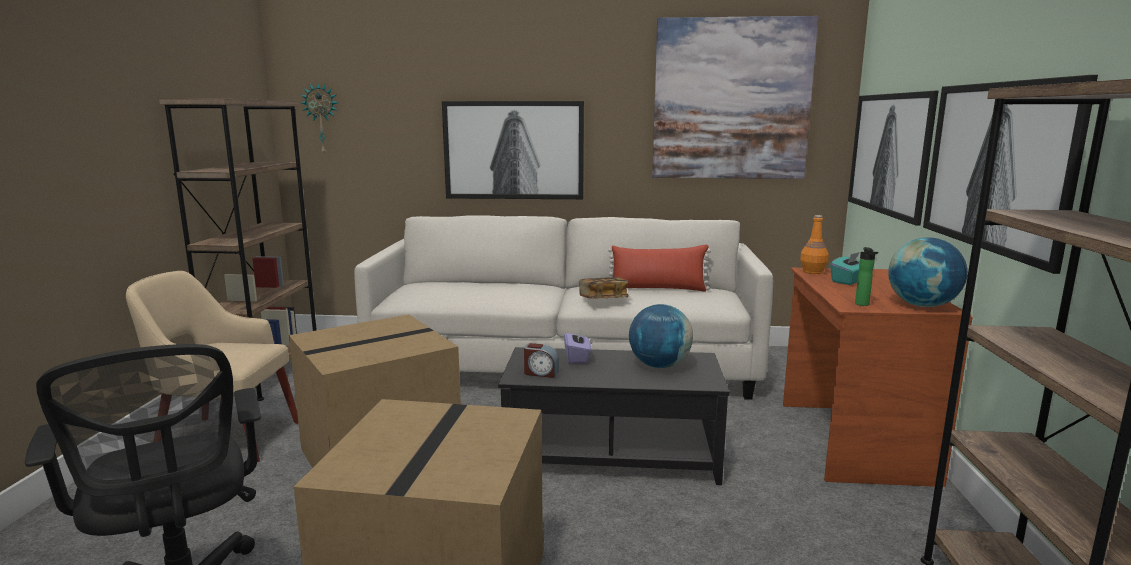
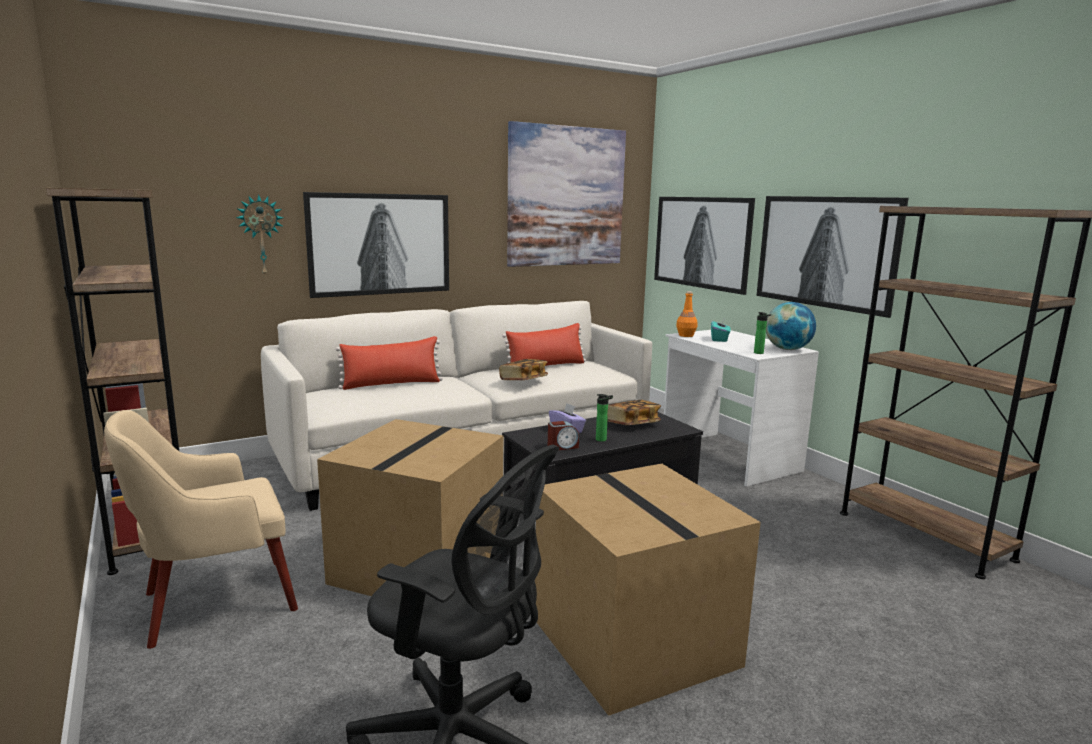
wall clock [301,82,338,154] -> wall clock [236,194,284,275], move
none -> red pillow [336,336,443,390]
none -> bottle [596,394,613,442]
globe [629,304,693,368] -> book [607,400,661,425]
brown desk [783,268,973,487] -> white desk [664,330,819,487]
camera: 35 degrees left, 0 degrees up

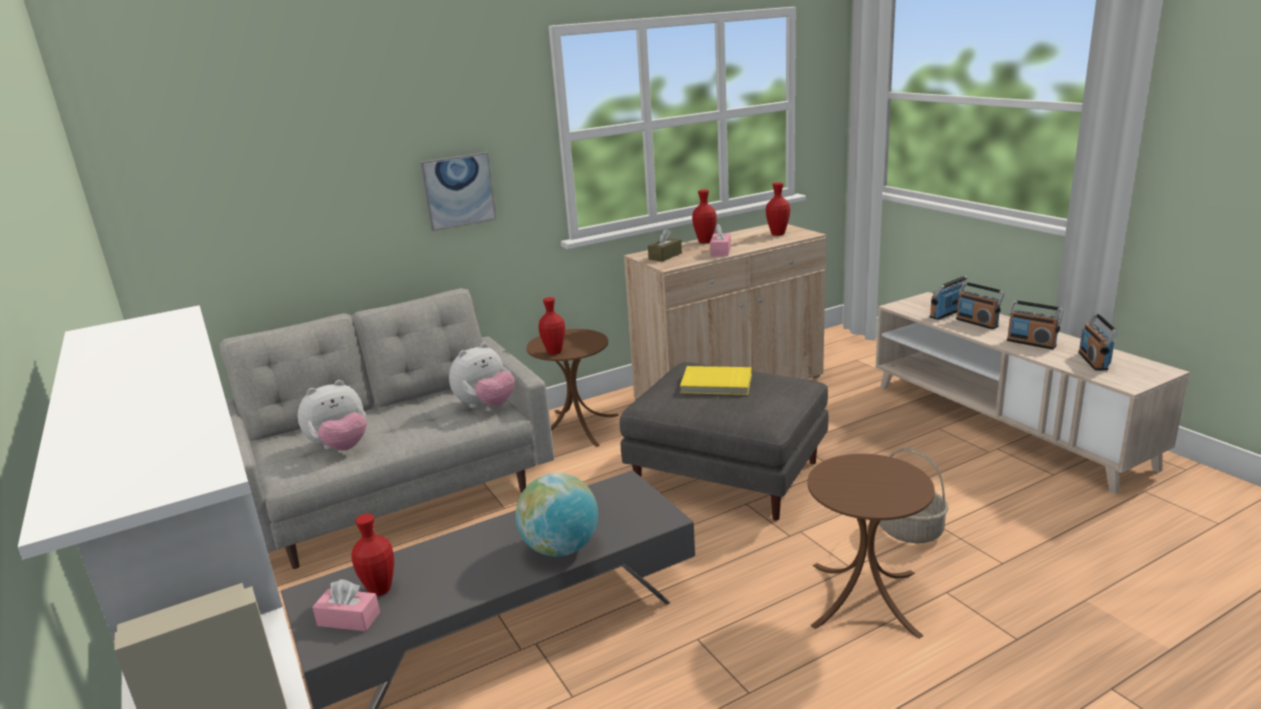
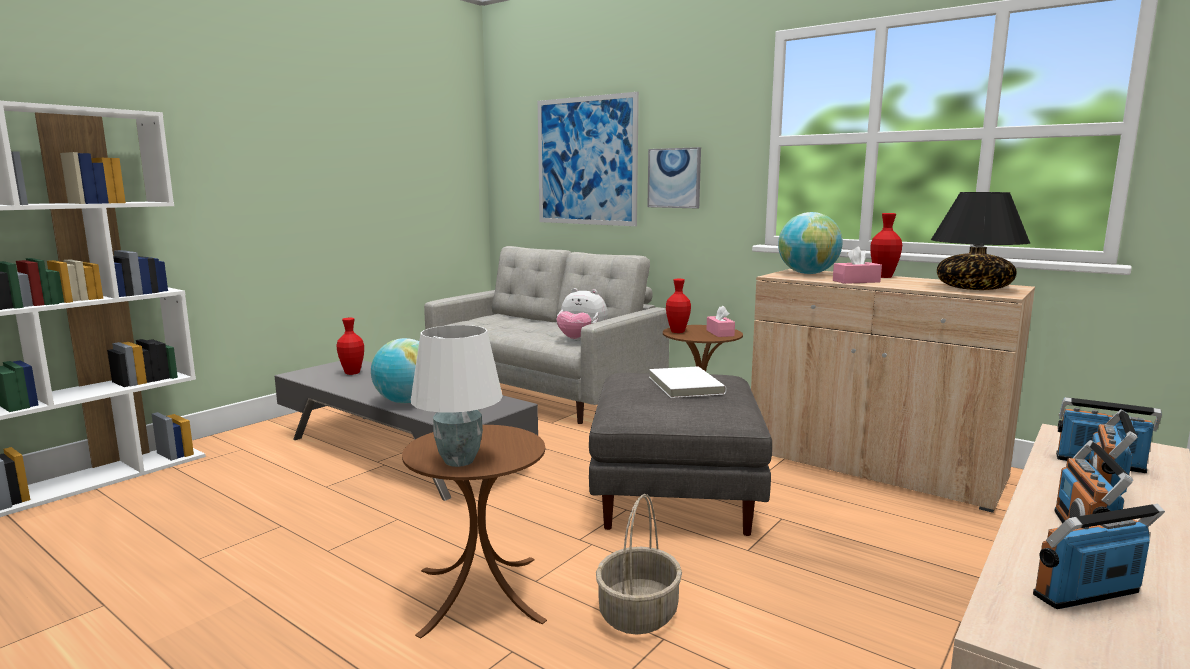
none -> white table lamp [411,325,503,467]
none -> picture [538,92,639,226]
yellow book [680,366,752,395] -> white book [649,366,727,398]
pink tissue box [312,579,380,631] -> pink tissue box [706,305,735,337], move
brown tissue box [648,229,682,262] -> globe [778,212,843,274]
red vase [766,182,790,236] -> black table lamp [931,192,1030,290]
plush toy [298,380,367,451] -> none
camera: 65 degrees right, 10 degrees down

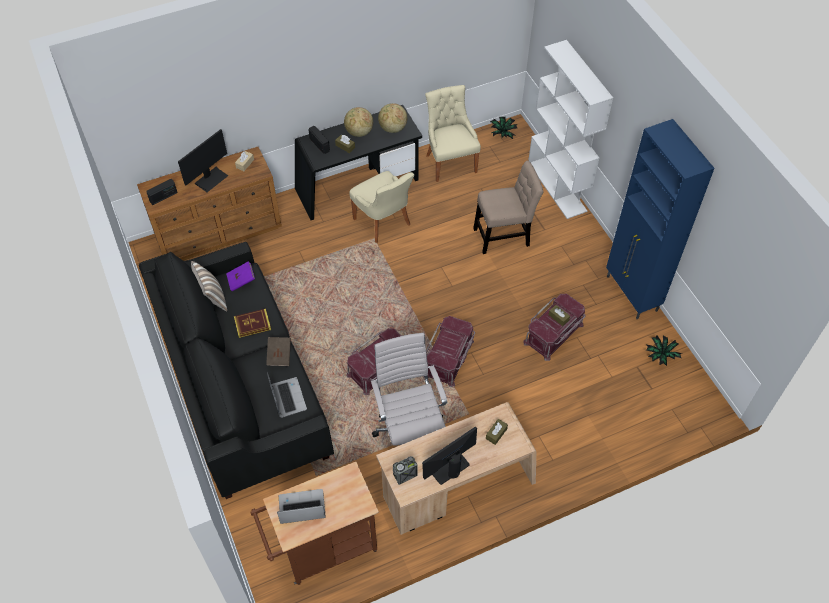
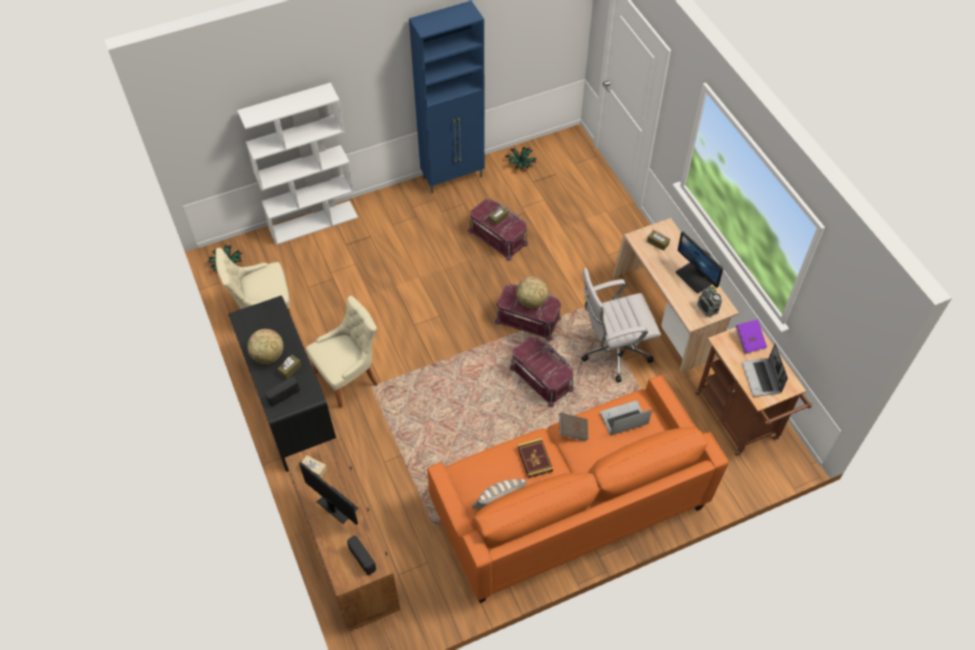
black sofa [139,242,334,499] -> orange sofa [427,375,728,603]
globe [378,103,407,133] -> globe [516,277,548,309], move
purple book [226,261,255,291] -> purple book [736,319,767,354], move
beige chair [473,161,543,254] -> none
camera: 90 degrees left, 0 degrees up

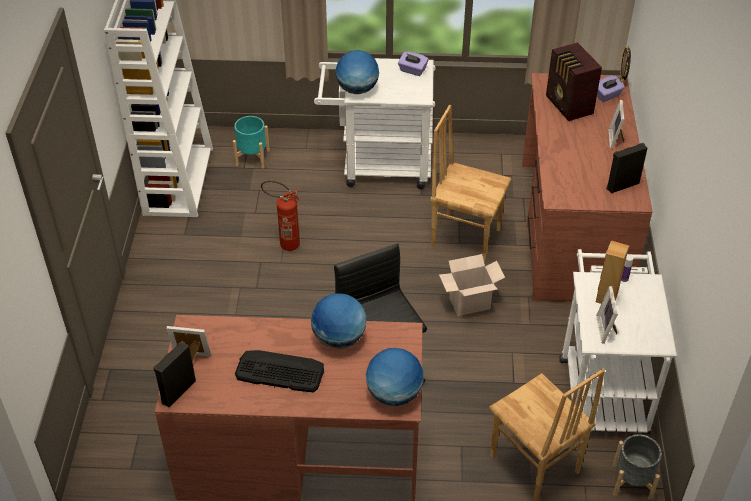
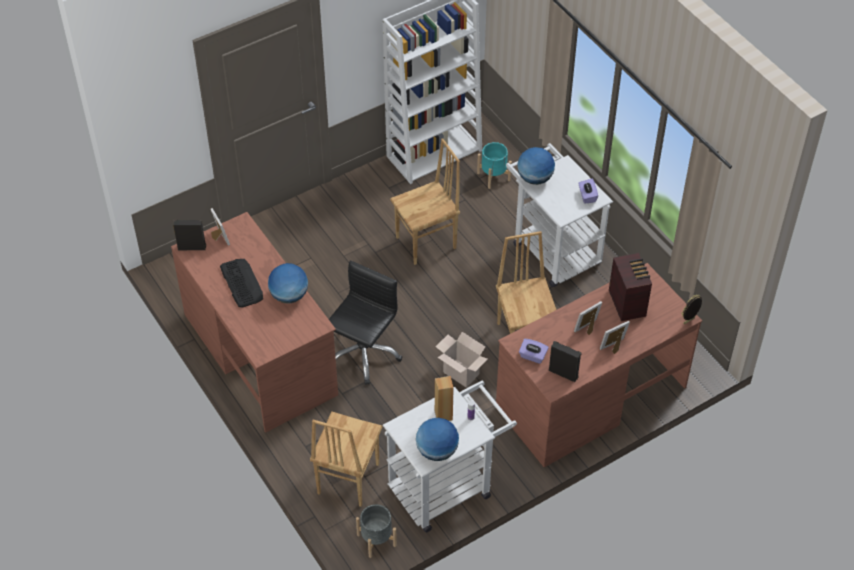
fire extinguisher [261,180,300,251] -> brown chair [390,138,460,265]
globe [366,348,424,406] -> globe [416,418,459,461], move
purple tissue box [597,75,625,102] -> purple tissue box [519,339,548,364], move
picture frame [596,286,618,344] -> picture frame [574,301,602,335], move
radio [546,42,602,121] -> radio [609,253,652,321], 135 degrees clockwise
camera: 55 degrees right, 5 degrees up

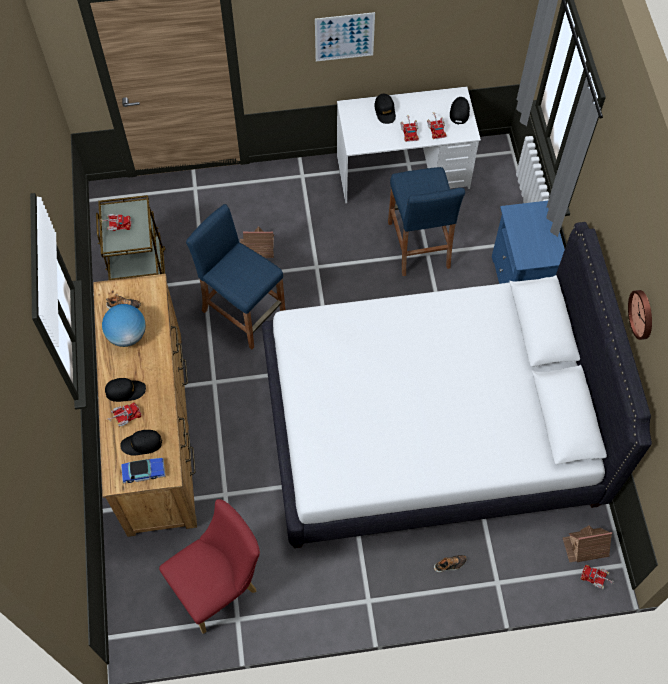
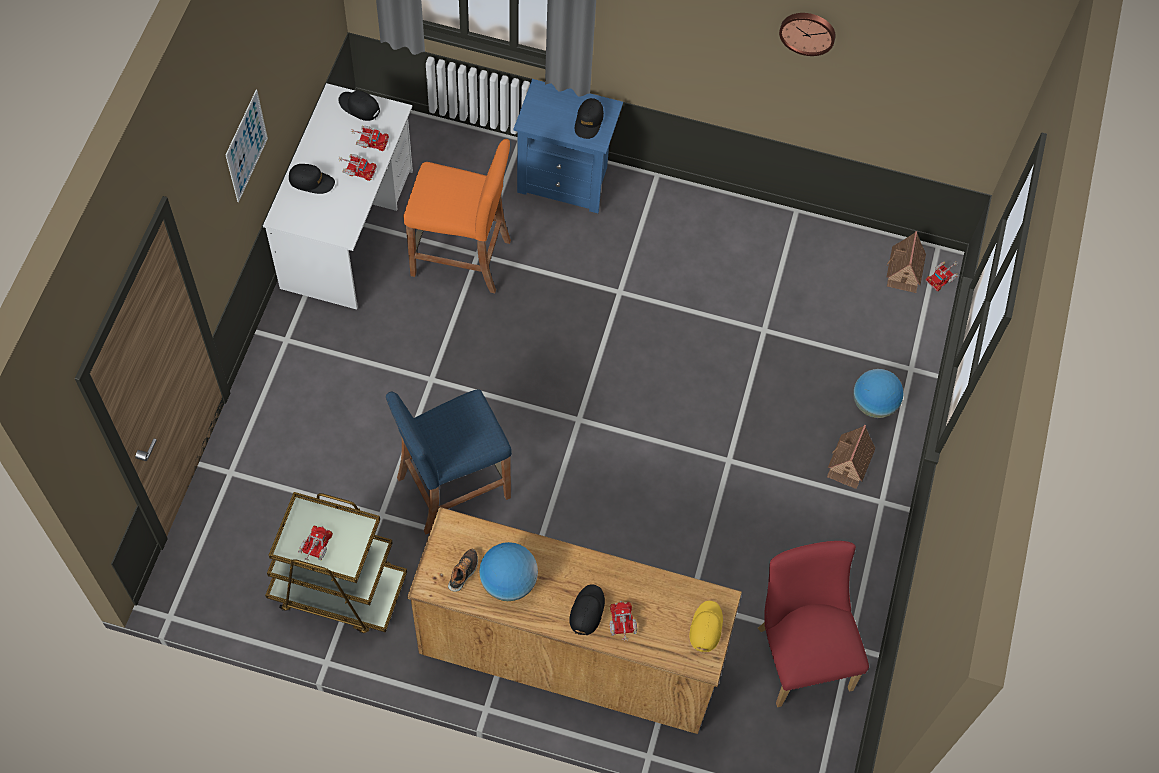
blue stool [388,167,465,276] -> orange stool [403,139,511,293]
black cap [120,430,162,455] -> black cap [575,98,604,139], move
toy car [121,458,166,484] -> yellow cap [689,601,723,652]
toy house [240,226,274,258] -> toy house [827,425,876,489], move
shoe [434,555,467,573] -> globe [853,369,903,418]
white bed [262,222,652,548] -> none
camera: 70 degrees left, 0 degrees up

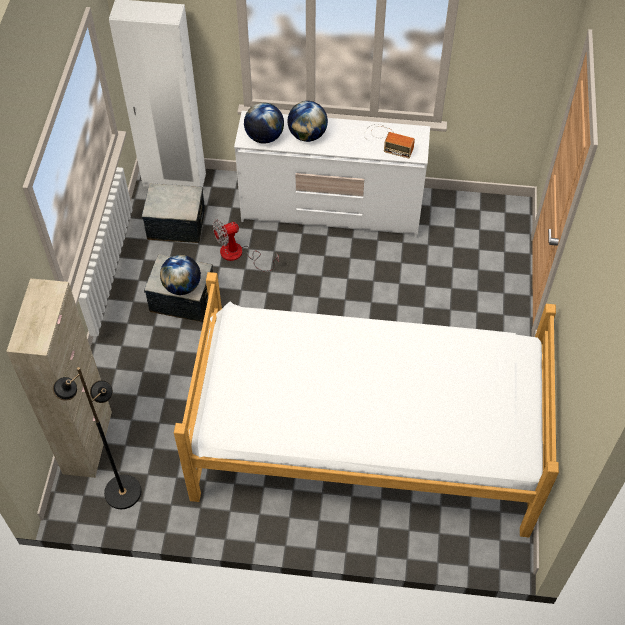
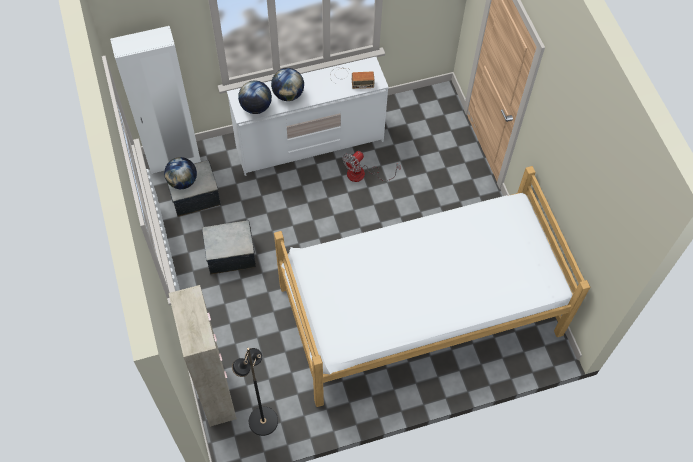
globe [160,255,201,295] -> globe [164,157,197,189], move
fan [212,220,279,271] -> fan [342,151,401,182], move
camera: 25 degrees left, 5 degrees up

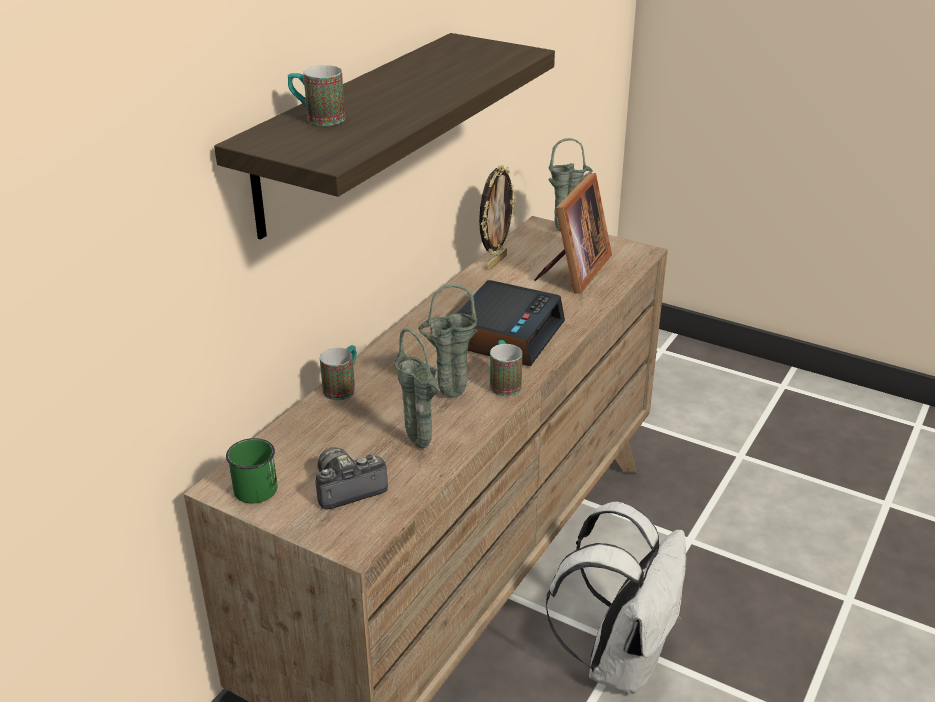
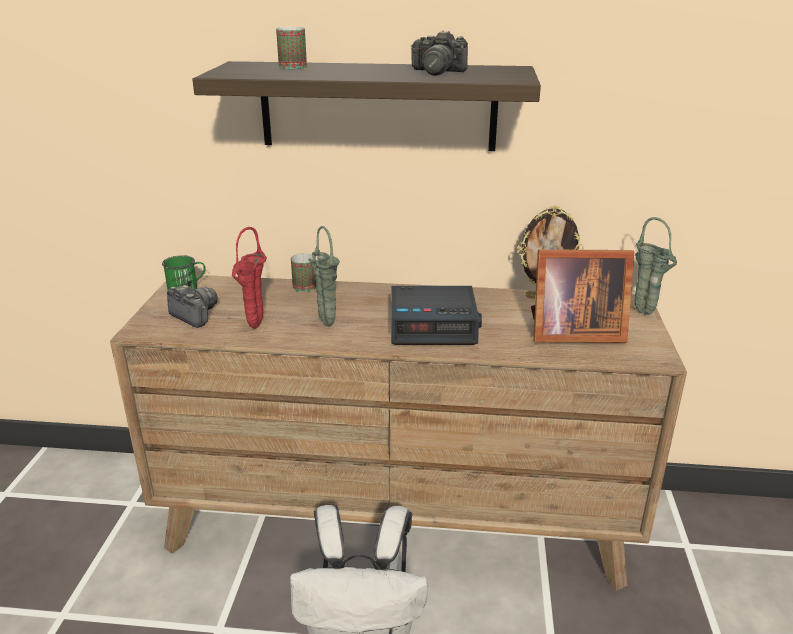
green vase [394,328,439,448] -> red vase [232,227,267,329]
none -> photo camera [411,30,468,76]
mug [490,340,523,396] -> none
camera: 65 degrees right, 5 degrees down

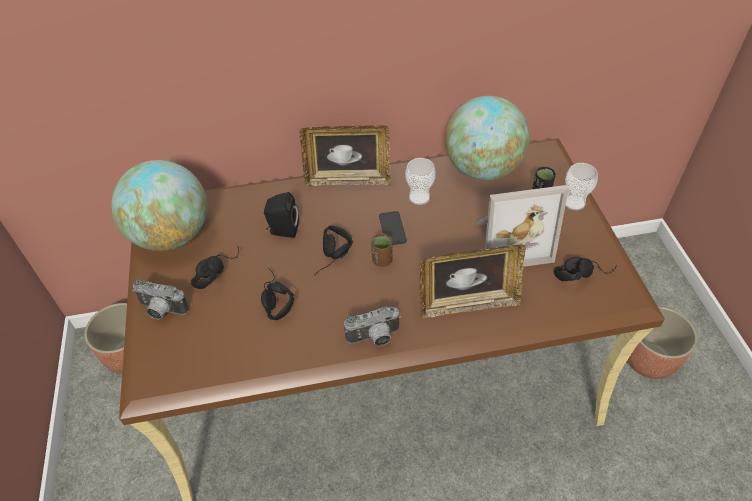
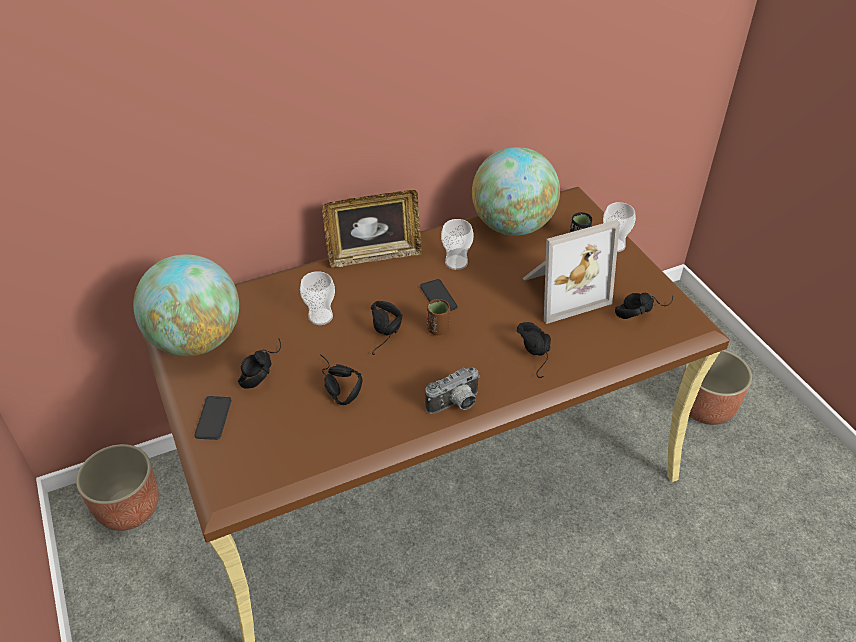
photo camera [132,279,189,320] -> phone [194,396,231,440]
black speaker [264,192,299,238] -> cup [300,271,335,325]
picture frame [420,244,526,318] -> black headphones [517,322,551,378]
camera: 15 degrees left, 5 degrees down

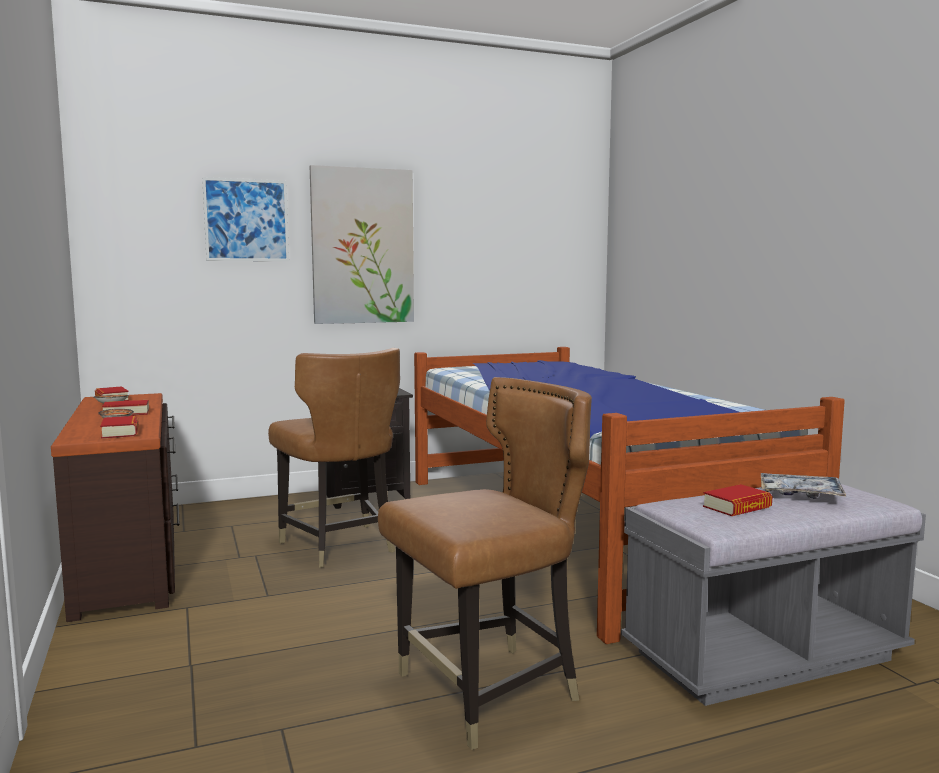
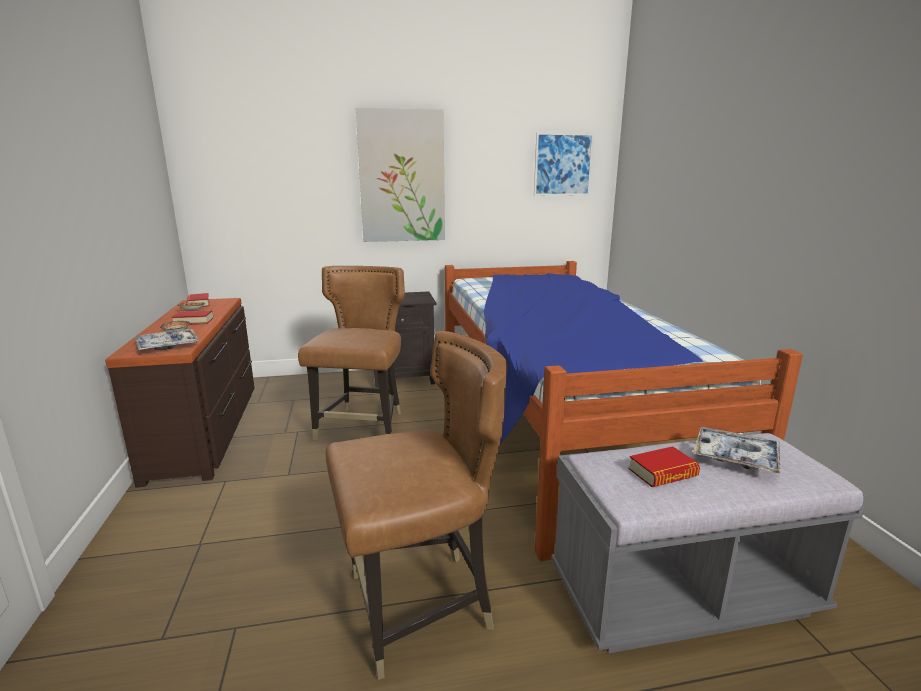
book [100,416,139,439] -> tray [135,329,199,350]
brown chair [268,348,400,568] -> brown chair [298,266,405,440], 150 degrees counterclockwise
picture [202,177,289,261] -> picture [534,132,594,196], move
camera: 10 degrees right, 10 degrees up

